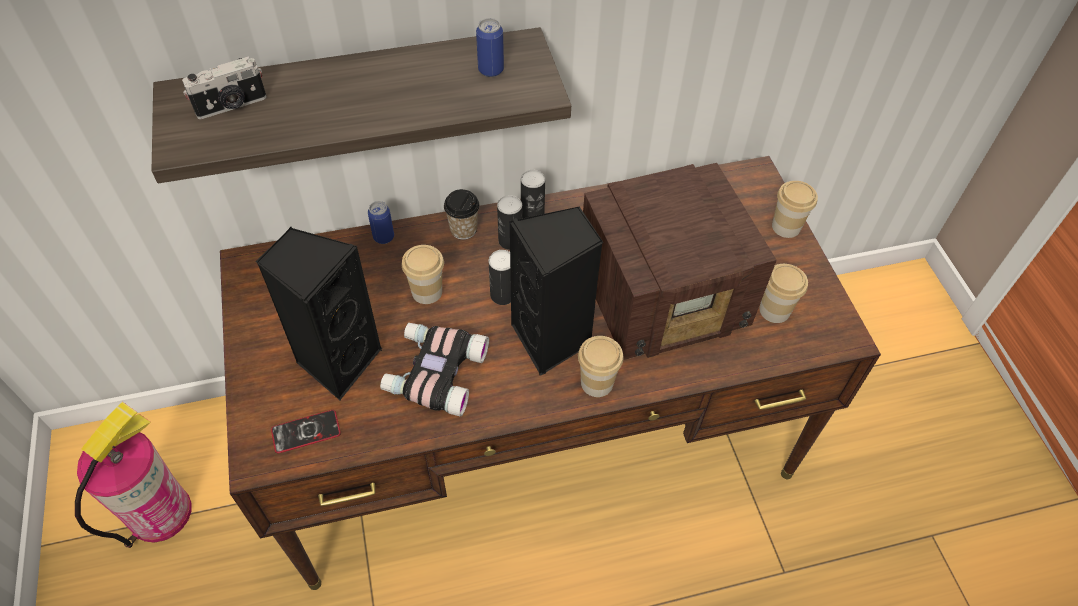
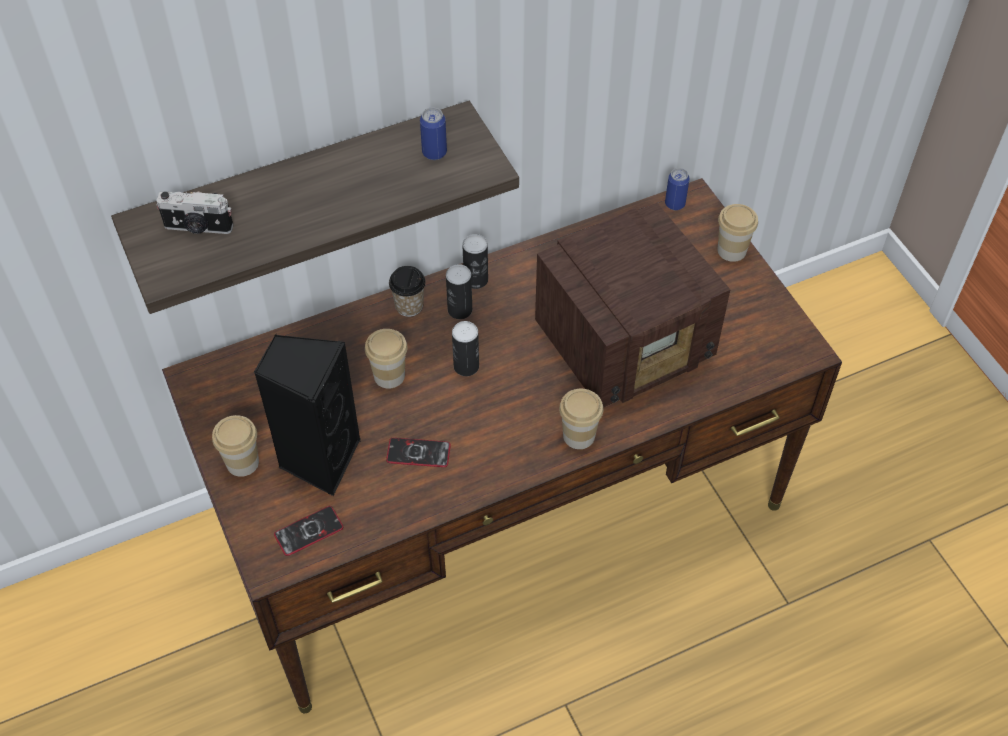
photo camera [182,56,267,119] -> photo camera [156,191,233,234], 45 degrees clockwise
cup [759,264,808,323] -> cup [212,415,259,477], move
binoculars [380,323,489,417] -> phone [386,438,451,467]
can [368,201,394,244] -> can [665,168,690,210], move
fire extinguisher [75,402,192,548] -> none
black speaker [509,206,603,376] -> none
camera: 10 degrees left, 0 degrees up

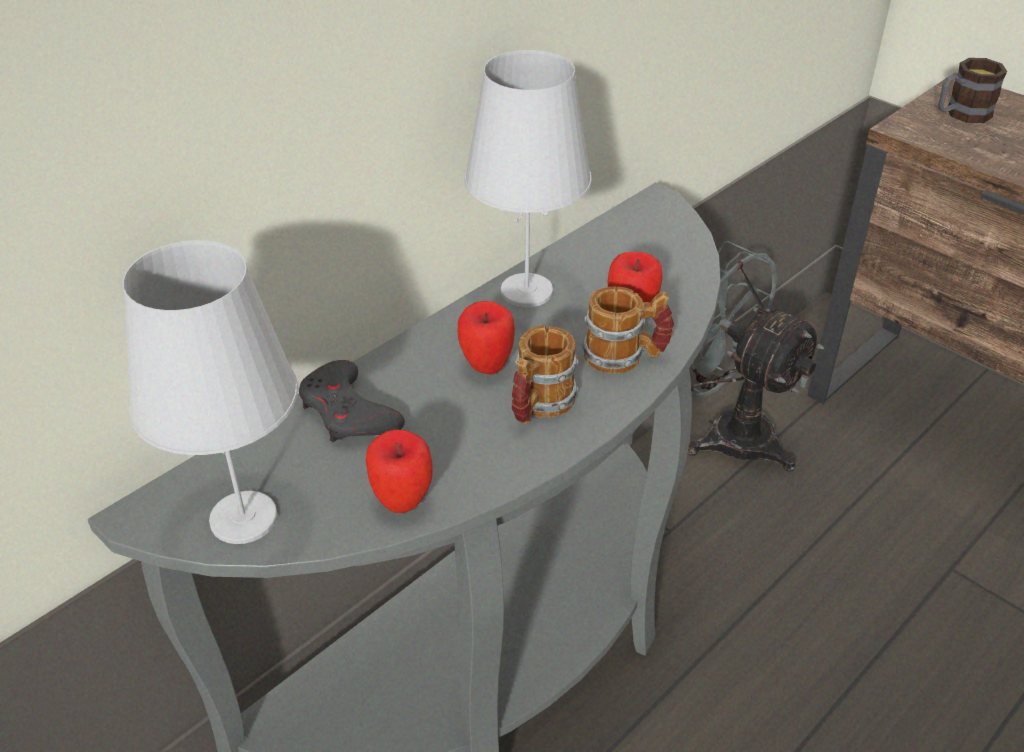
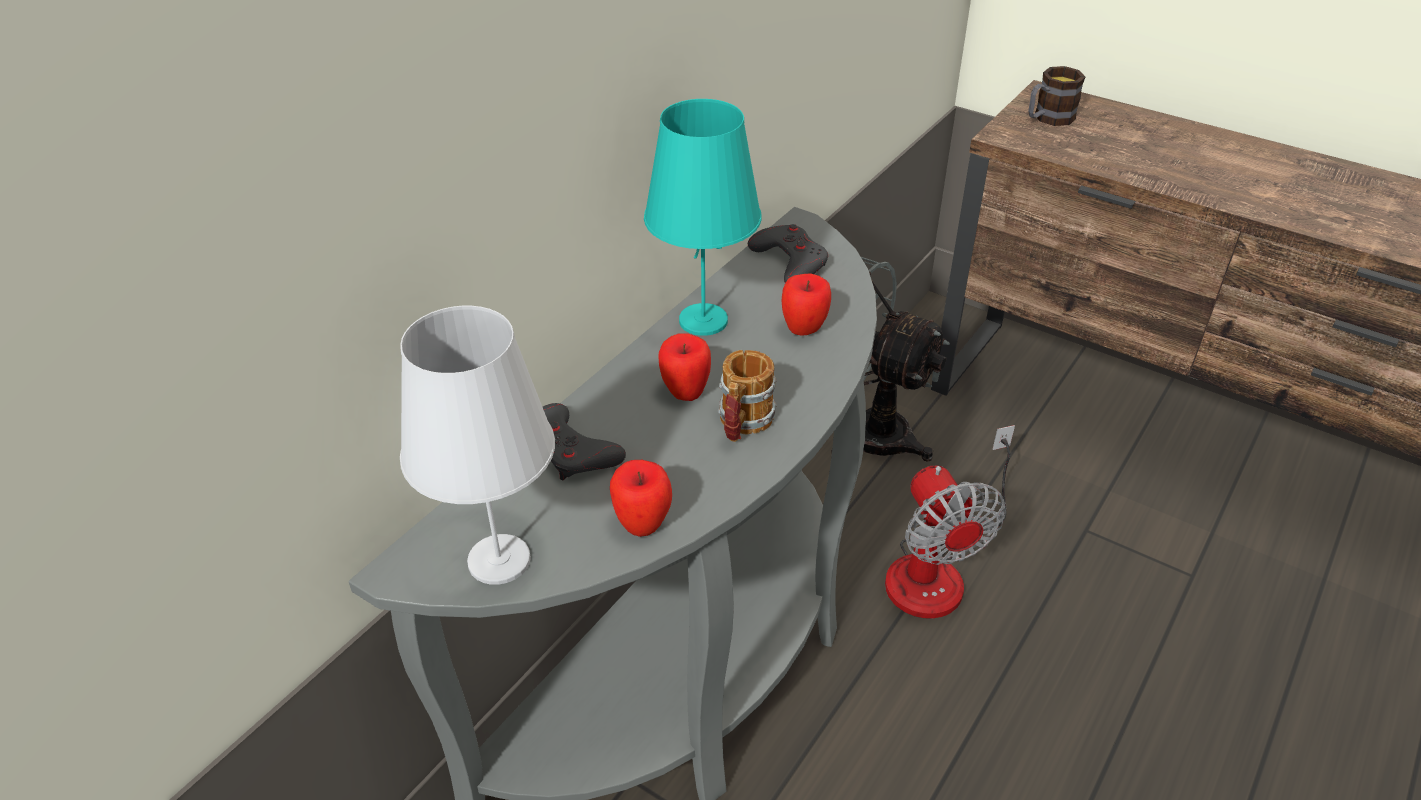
white table lamp [464,50,592,307] -> turquoise table lamp [644,99,762,336]
none -> grey game controller [748,224,828,283]
none -> fan [885,425,1015,618]
mug [581,286,674,374] -> none
camera: 10 degrees left, 0 degrees up

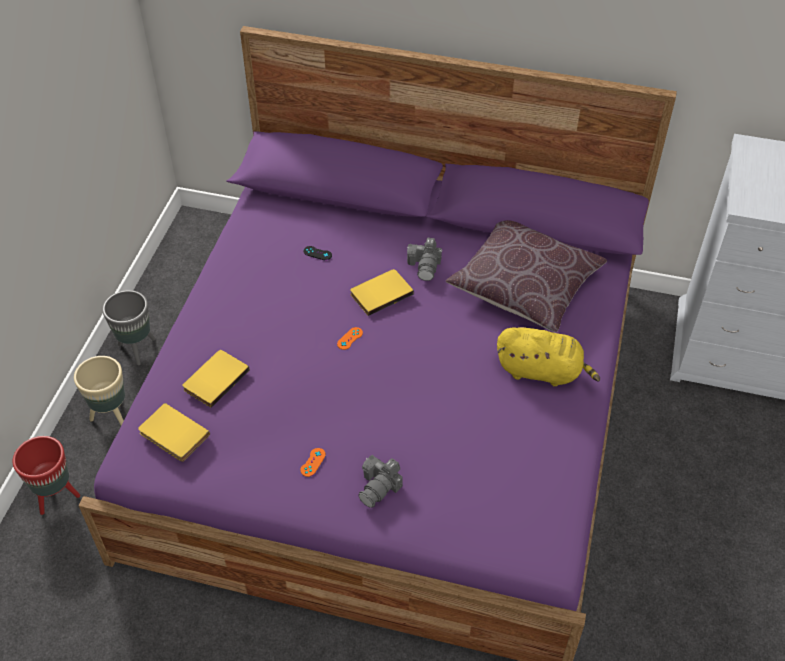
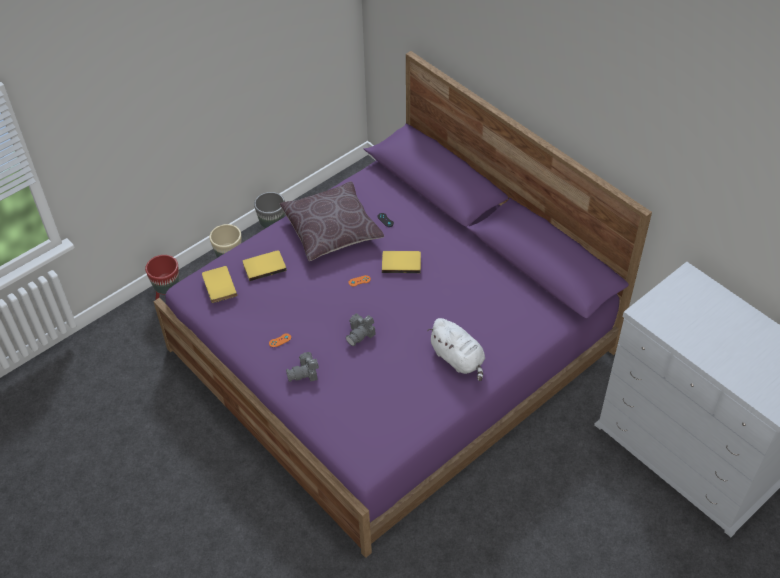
brown pillow [446,220,607,332] -> brown pillow [280,181,384,261], move
photo camera [407,238,442,281] -> photo camera [346,313,375,346], move
yellow plush toy [497,327,600,386] -> white plush toy [427,318,485,381]
camera: 35 degrees right, 0 degrees up

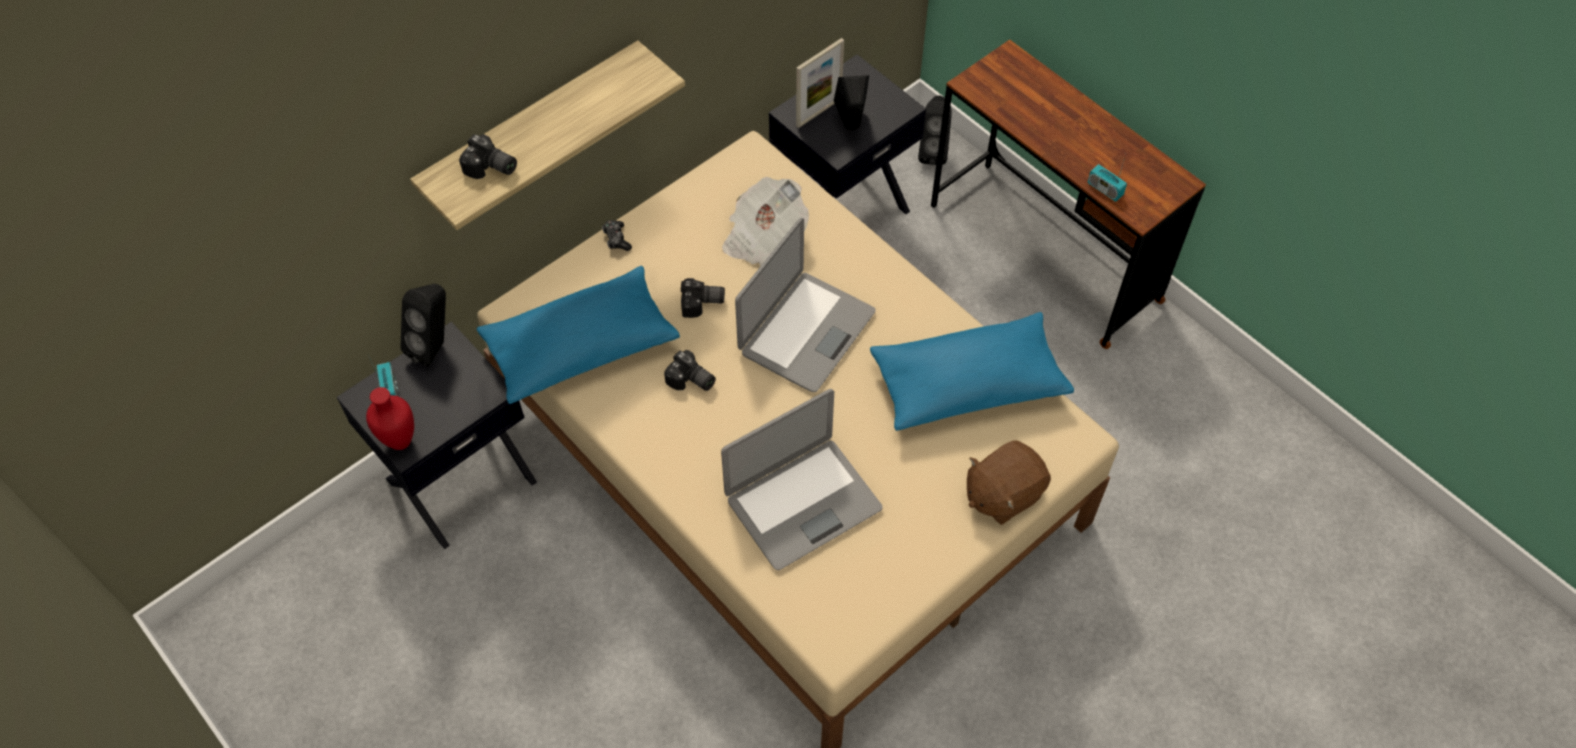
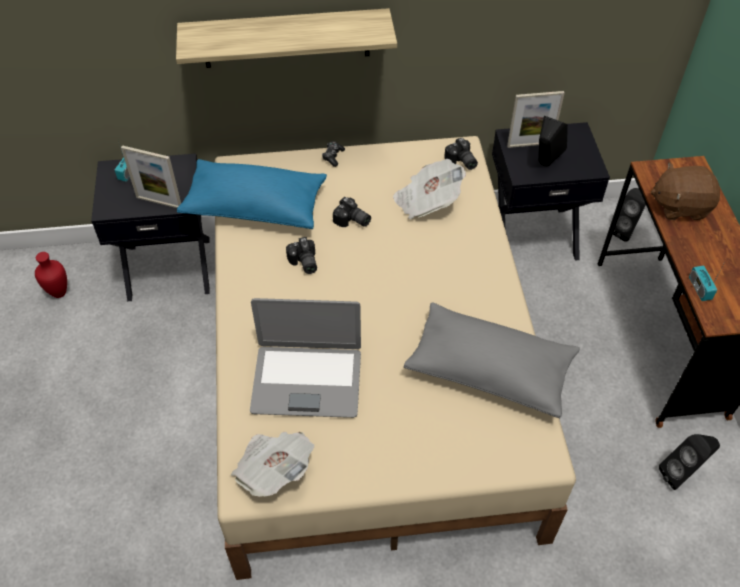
red vase [366,387,414,450] -> red vase [35,252,67,298], move
none -> picture frame [121,145,181,208]
none -> newspaper [231,432,315,497]
blue pillow [870,312,1074,431] -> grey pillow [404,302,580,418]
photo camera [459,134,517,179] -> photo camera [444,138,478,170], move
brown plush toy [967,440,1051,525] -> brown plush toy [651,162,720,220], move
black speaker [401,284,446,367] -> black speaker [659,434,720,490], move
laptop [735,218,876,392] -> none
camera: 35 degrees right, 5 degrees down

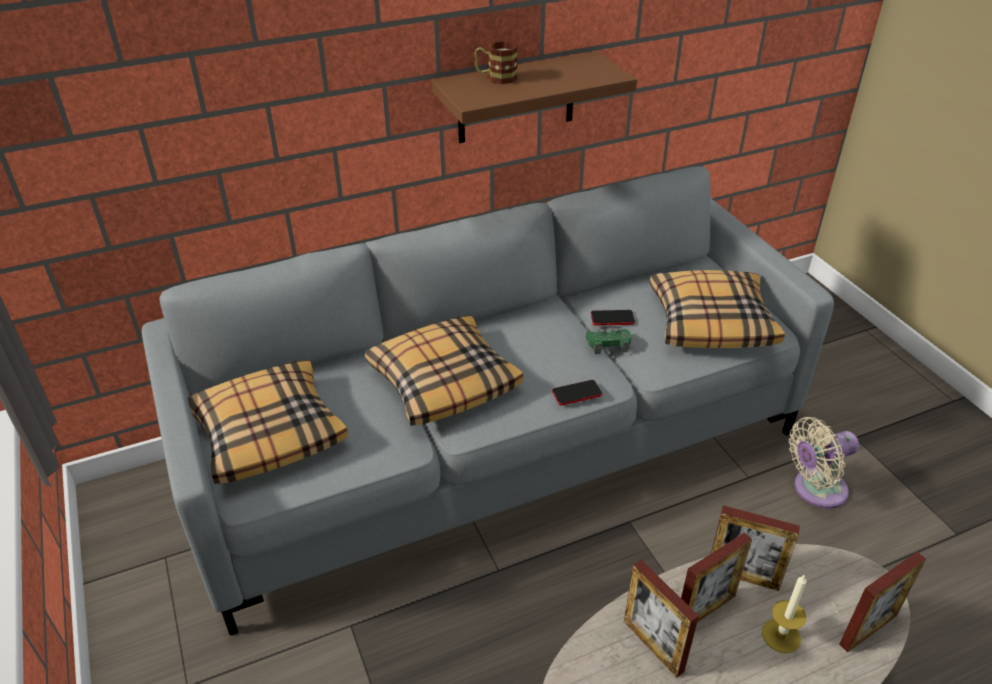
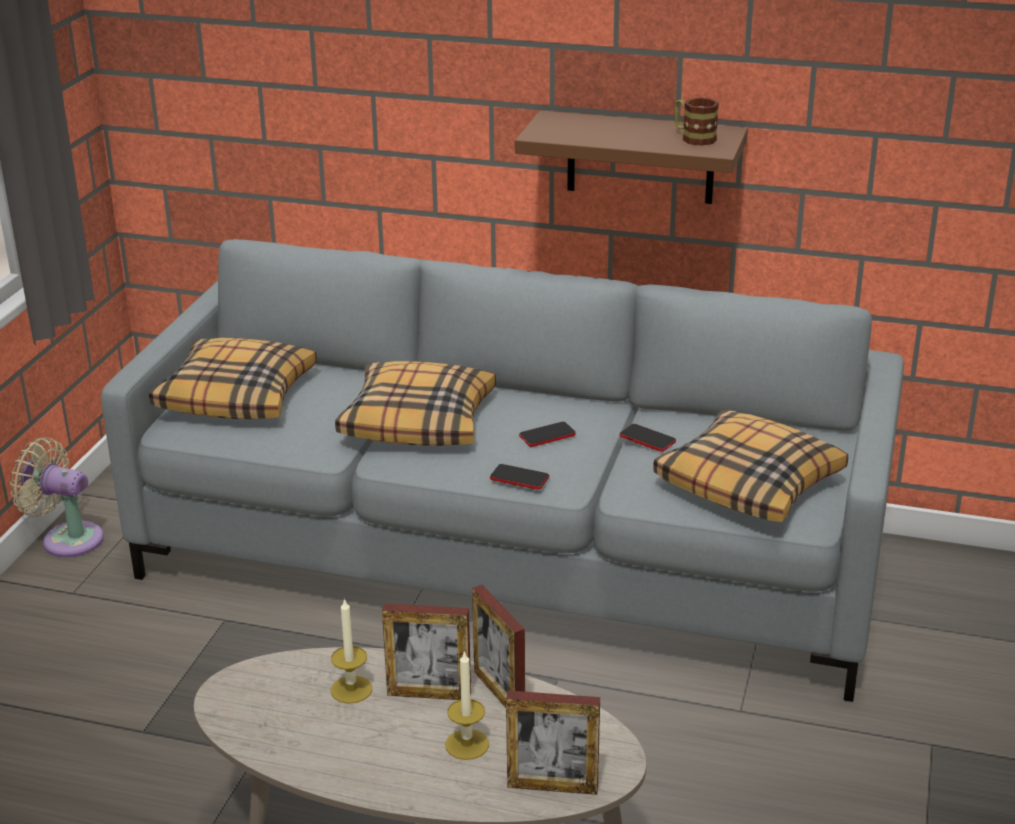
beige fan [789,417,859,509] -> beige fan [10,437,104,558], move
picture frame [624,560,699,678] -> candle [331,598,372,704]
none -> phone [519,422,576,447]
mug [474,41,518,84] -> mug [675,97,719,146], move
green game controller [586,328,632,354] -> none
camera: 40 degrees right, 10 degrees down

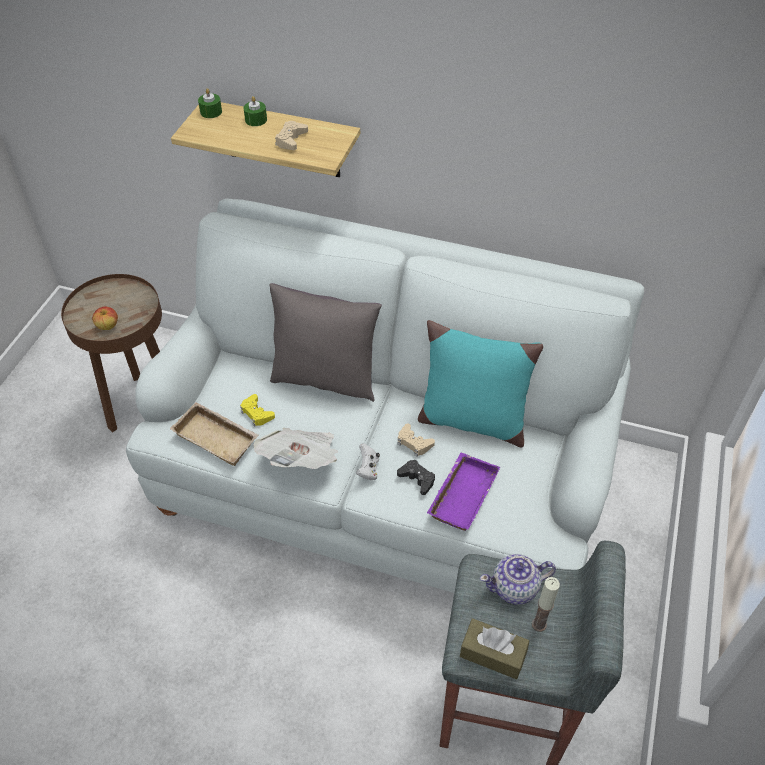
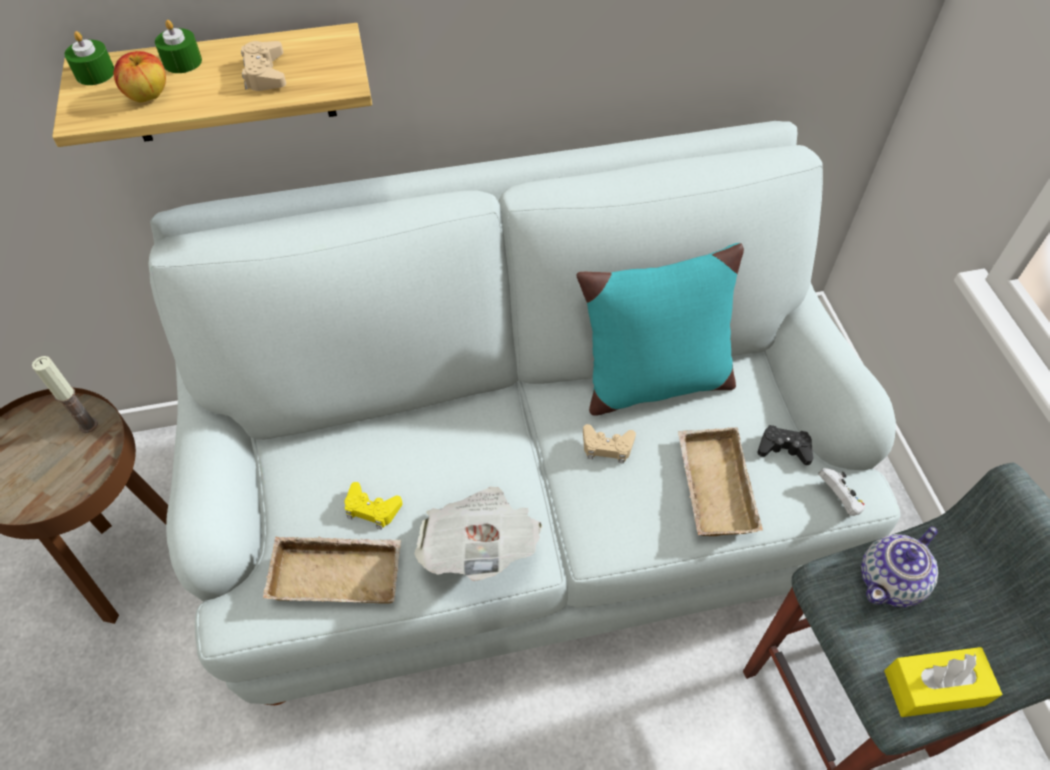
candle [532,577,560,632] -> candle [32,356,98,433], move
apple [92,307,118,330] -> apple [114,51,166,102], move
purple tray [427,452,500,531] -> beige tray [678,427,763,536]
black game controller [397,460,435,495] -> black game controller [757,425,814,465], move
white game controller [356,443,380,480] -> white game controller [818,468,865,516], move
brown tissue box [460,618,529,679] -> yellow tissue box [884,647,1002,717]
grey pillow [269,283,382,402] -> none
camera: 30 degrees left, 5 degrees up

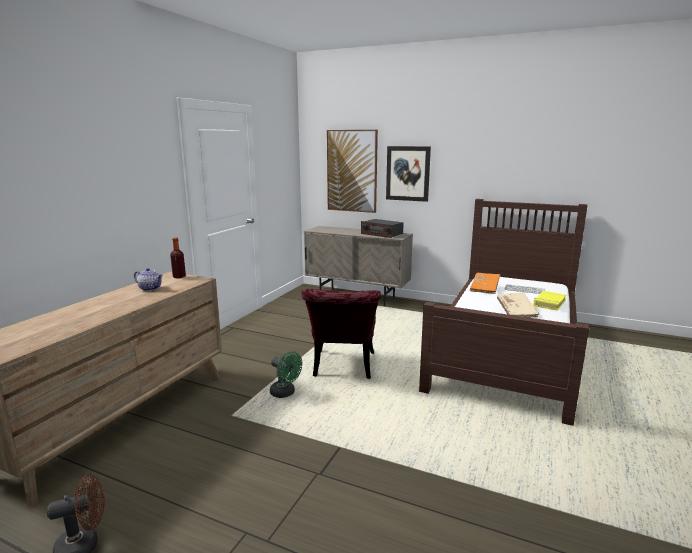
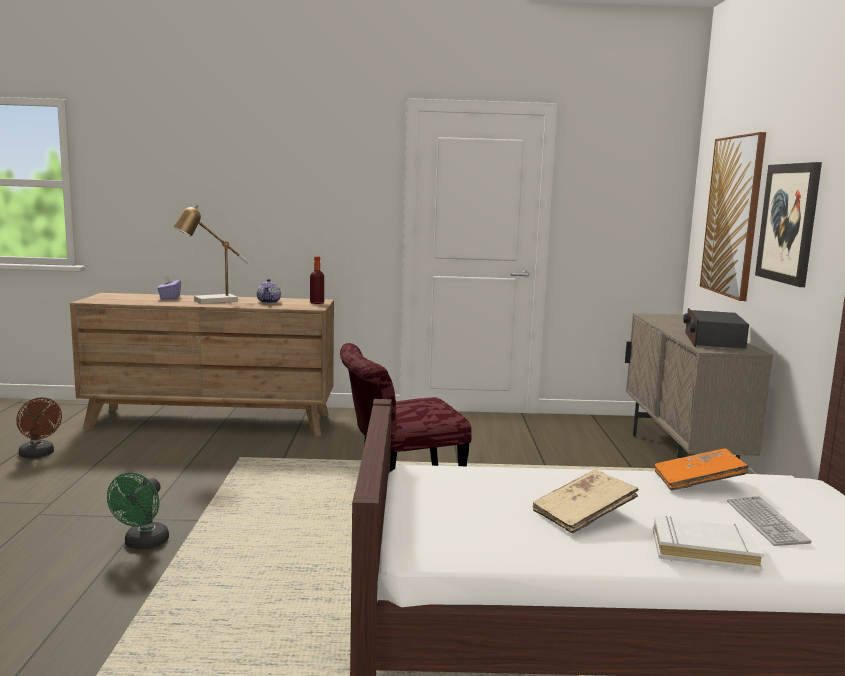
green fan [270,351,302,398] -> green fan [107,473,169,549], move
none -> purple tissue box [157,274,181,300]
none -> table lamp [173,205,249,304]
yellow book [533,291,566,311] -> white book [653,516,764,571]
camera: 65 degrees right, 5 degrees down

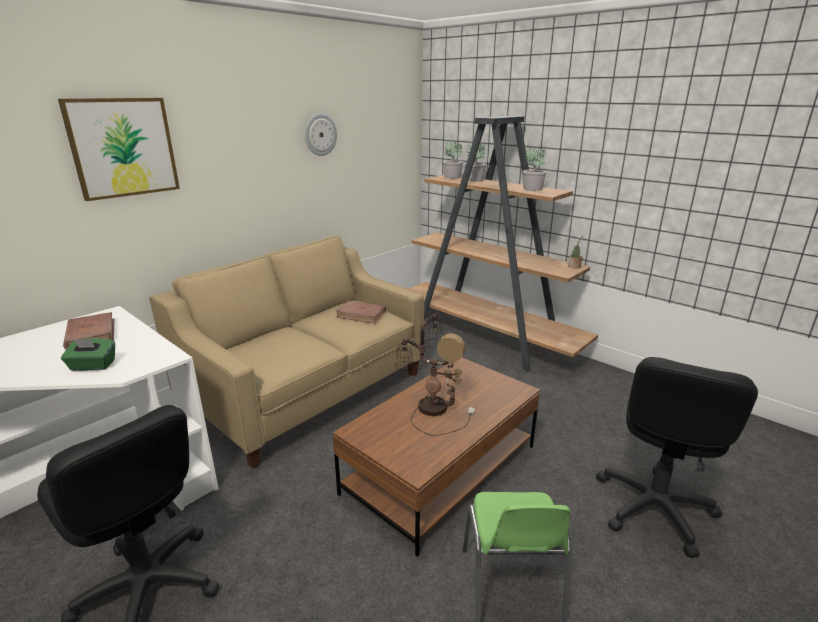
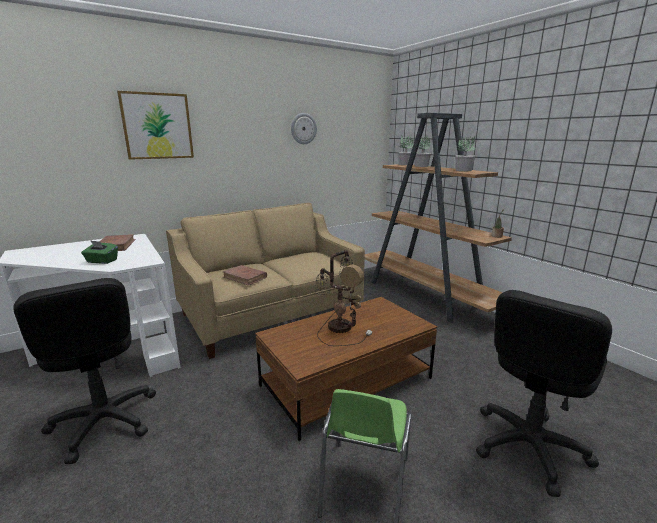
brown book [336,301,386,324] -> brown book [223,265,267,285], move
camera: 15 degrees right, 5 degrees down

